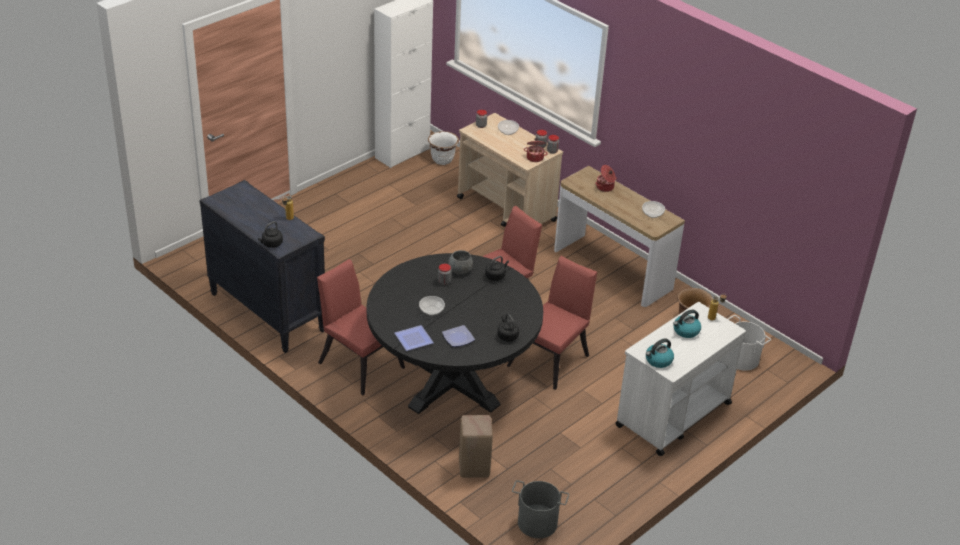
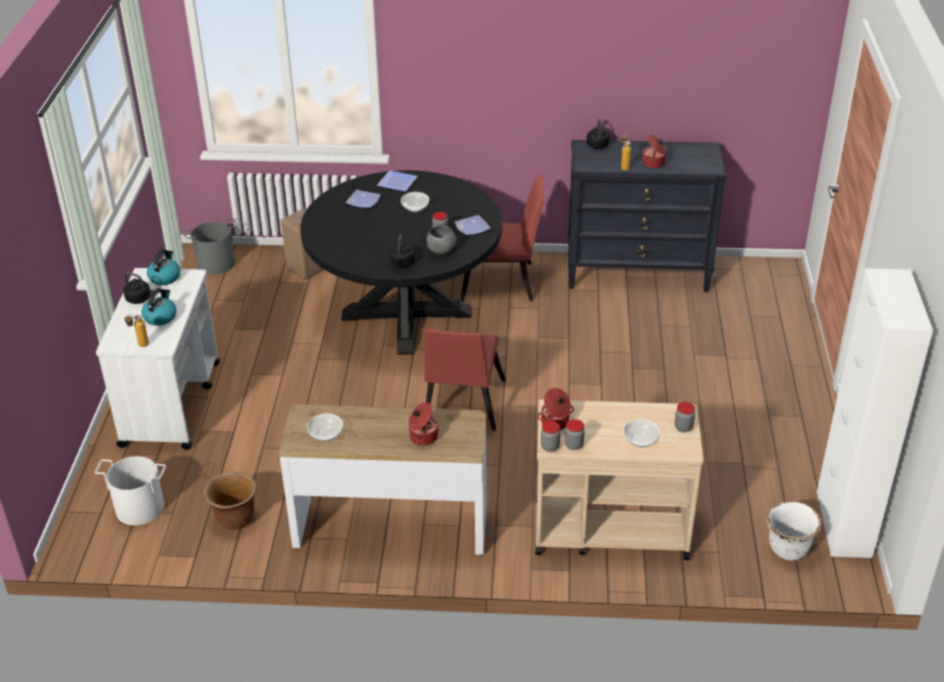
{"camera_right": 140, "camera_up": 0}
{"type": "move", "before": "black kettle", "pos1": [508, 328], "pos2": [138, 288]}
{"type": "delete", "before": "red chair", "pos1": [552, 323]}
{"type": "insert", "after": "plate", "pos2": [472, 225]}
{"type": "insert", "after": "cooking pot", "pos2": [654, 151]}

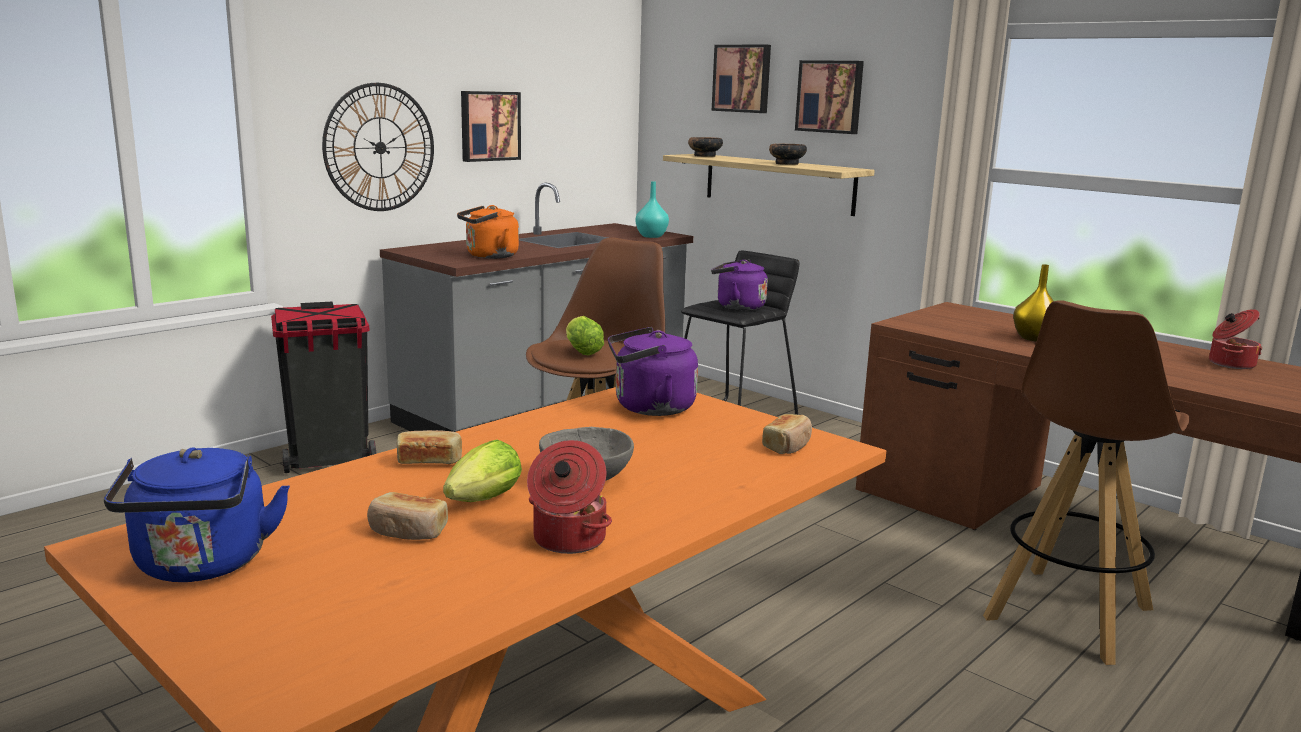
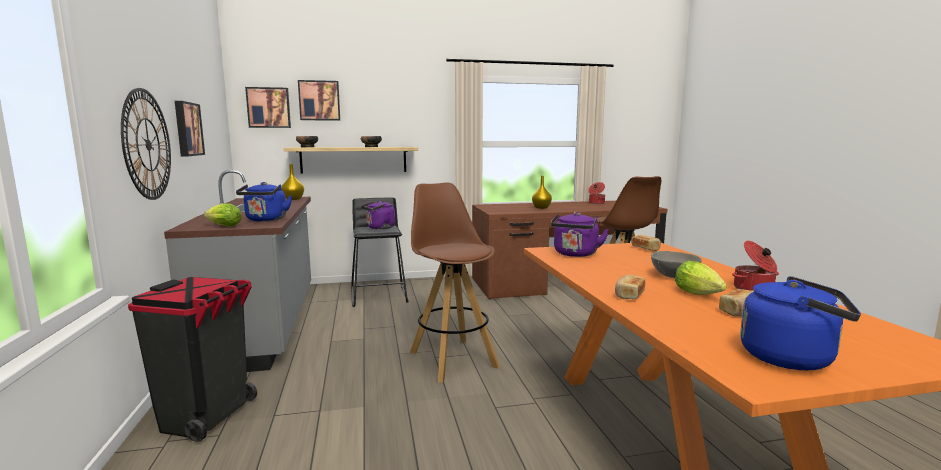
{"camera_right": -55, "camera_up": -5}
{"type": "recolor", "before": "orange kettle", "after": "blue kettle", "pos1": [488, 232], "pos2": [264, 201]}
{"type": "move", "before": "lettuce", "pos1": [585, 335], "pos2": [223, 214]}
{"type": "recolor", "before": "turquoise vase", "after": "yellow vase", "pos1": [652, 209], "pos2": [292, 182]}
{"type": "move", "before": "picture", "pos1": [829, 97], "pos2": [268, 107]}

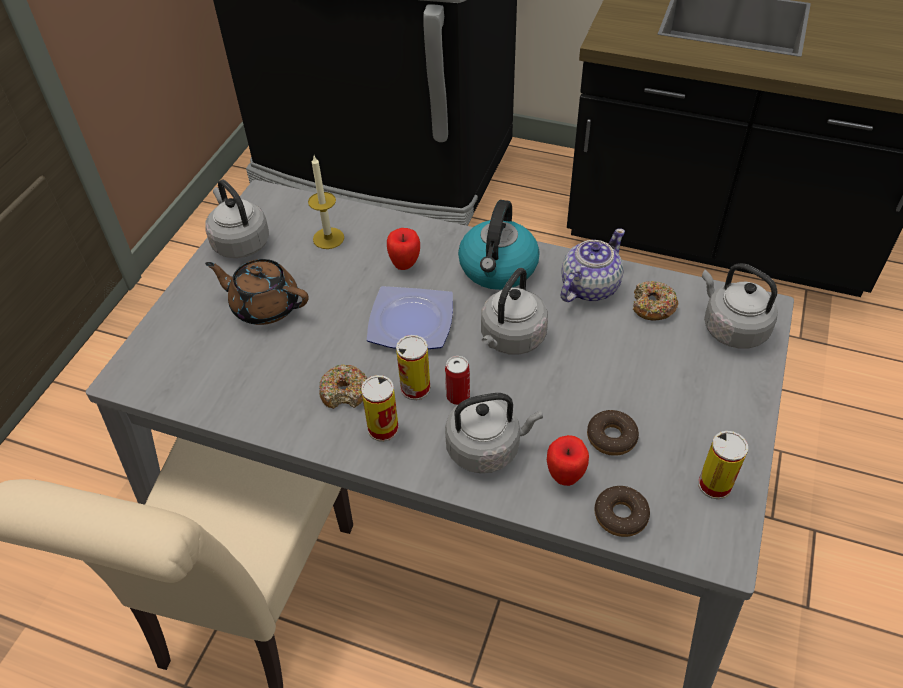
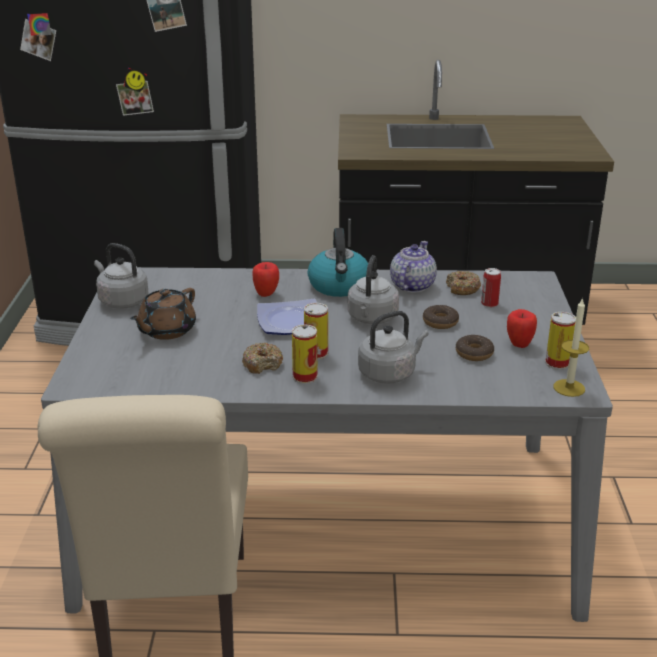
{"camera_right": -20, "camera_up": -20}
{"type": "rotate", "before": "brown teapot", "pos1": [257, 292], "pos2": [163, 314], "turn": -60}
{"type": "move", "before": "candle", "pos1": [326, 202], "pos2": [571, 347]}
{"type": "move", "before": "can", "pos1": [457, 380], "pos2": [491, 288]}
{"type": "move", "before": "apple", "pos1": [568, 460], "pos2": [522, 328]}
{"type": "move", "before": "donut", "pos1": [622, 511], "pos2": [441, 317]}
{"type": "delete", "before": "grey kettle", "pos1": [740, 306]}

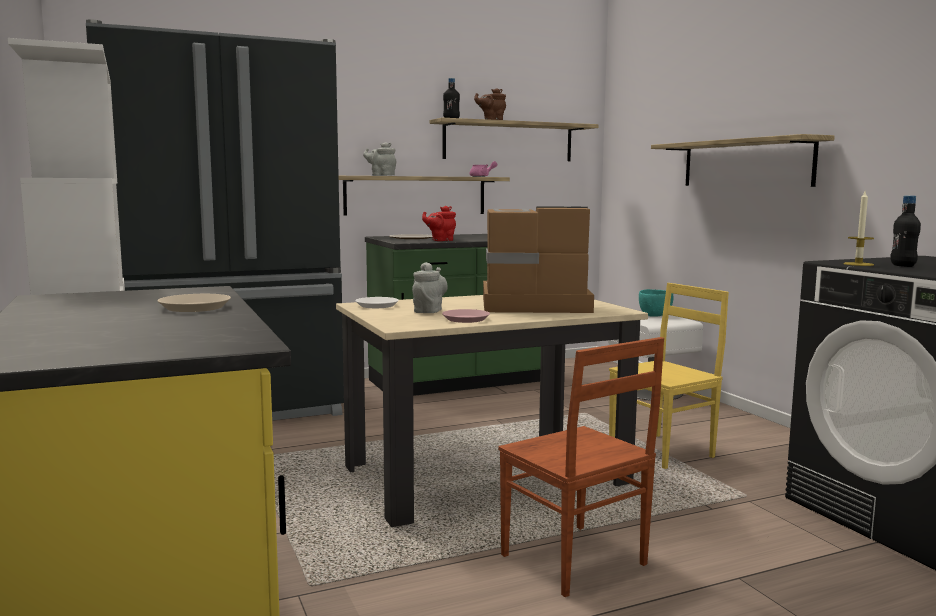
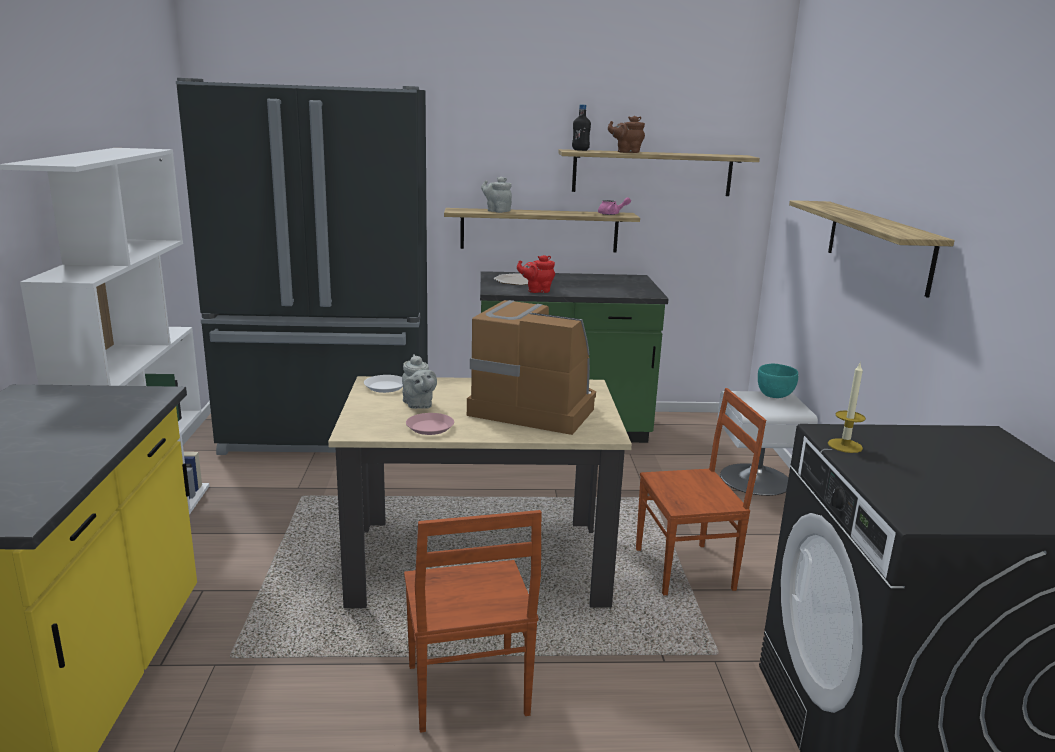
{"camera_right": 20, "camera_up": 10}
{"type": "delete", "before": "beige plate", "pos1": [194, 303]}
{"type": "rotate", "before": "grey teapot", "pos1": [430, 287], "pos2": [419, 381], "turn": 120}
{"type": "recolor", "before": "yellow chair", "after": "brown chair", "pos1": [669, 376], "pos2": [701, 491]}
{"type": "delete", "before": "black bottle", "pos1": [906, 231]}

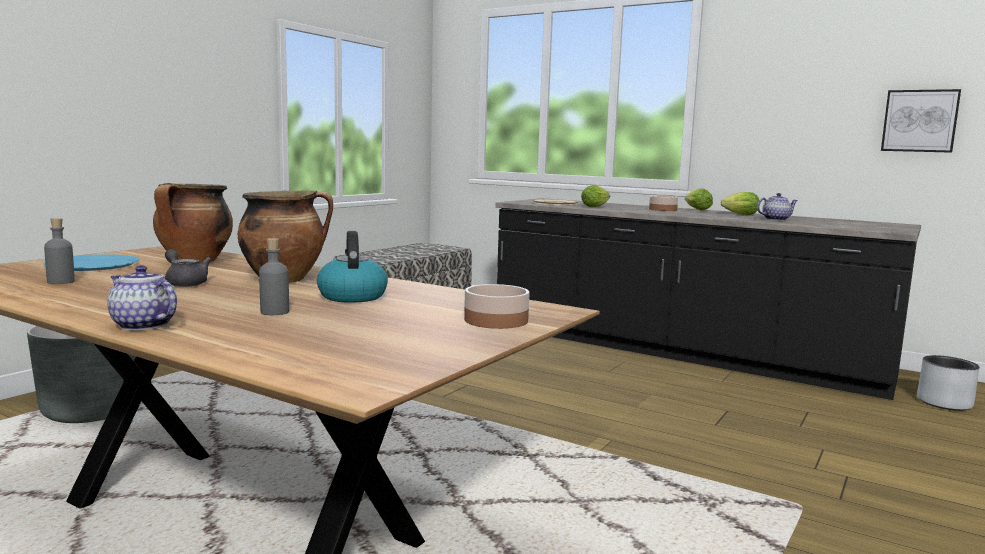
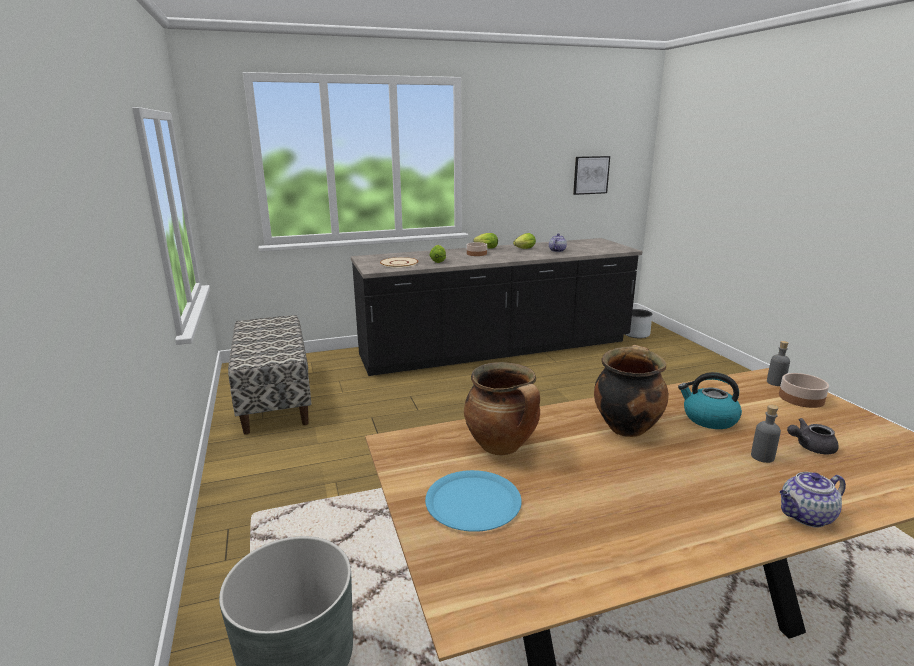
{"camera_right": -50, "camera_up": 10}
{"type": "move", "before": "grey bottle", "pos1": [59, 251], "pos2": [778, 363]}
{"type": "move", "before": "grey teapot", "pos1": [188, 268], "pos2": [813, 436]}

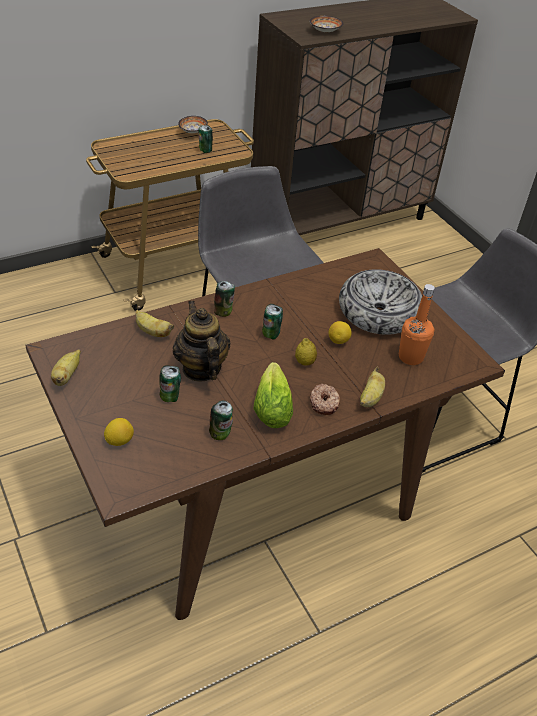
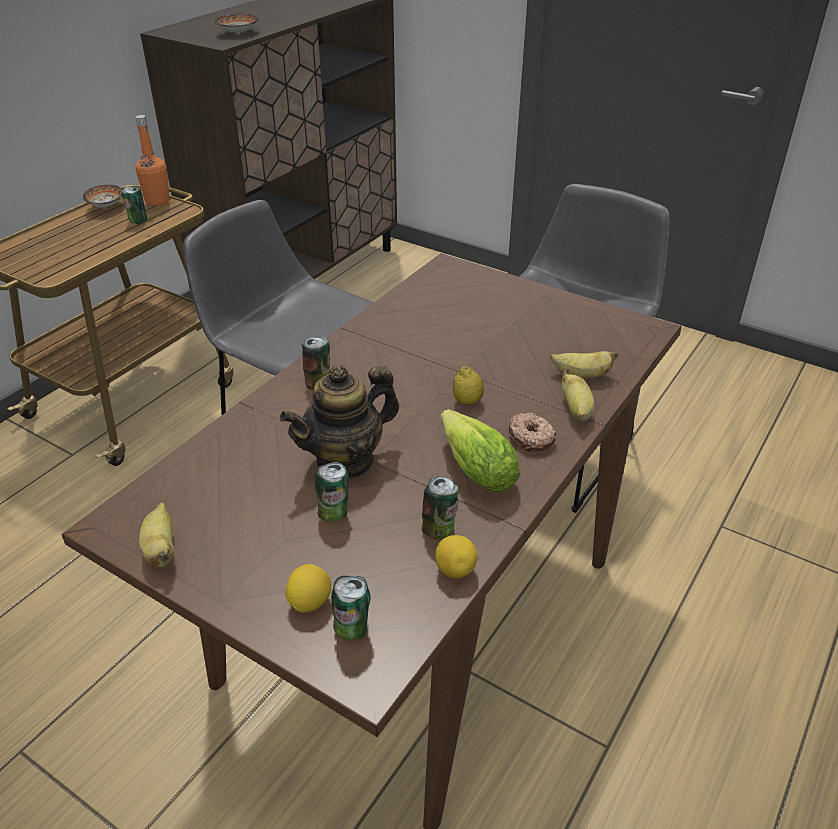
{"camera_right": -25, "camera_up": -5}
{"type": "move", "before": "banana", "pos1": [155, 323], "pos2": [584, 364]}
{"type": "rotate", "before": "teapot", "pos1": [201, 340], "pos2": [339, 422], "turn": -75}
{"type": "move", "before": "can", "pos1": [272, 322], "pos2": [351, 608]}
{"type": "move", "before": "lemon", "pos1": [340, 332], "pos2": [456, 556]}
{"type": "delete", "before": "bowl", "pos1": [380, 302]}
{"type": "move", "before": "orange bottle", "pos1": [417, 324], "pos2": [152, 160]}

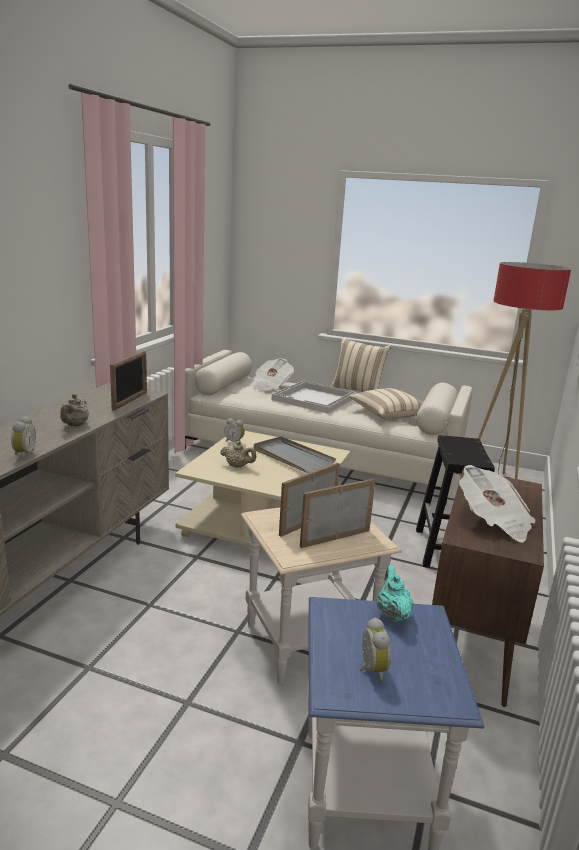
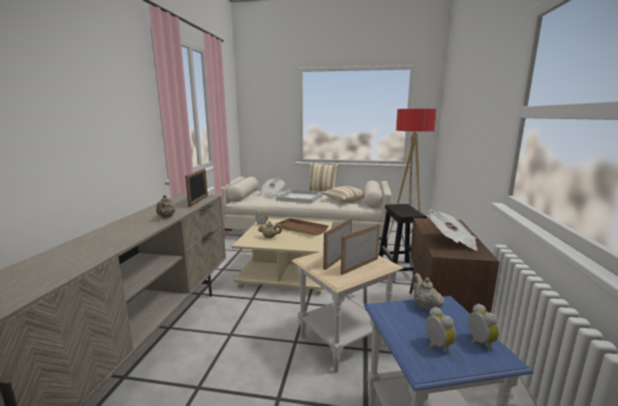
{"camera_right": -10, "camera_up": -5}
{"type": "move", "before": "alarm clock", "pos1": [23, 438], "pos2": [483, 327]}
{"type": "recolor", "before": "grey tray", "after": "brown tray", "pos1": [295, 454], "pos2": [302, 227]}
{"type": "recolor", "before": "turquoise teapot", "after": "beige teapot", "pos1": [395, 593], "pos2": [428, 292]}

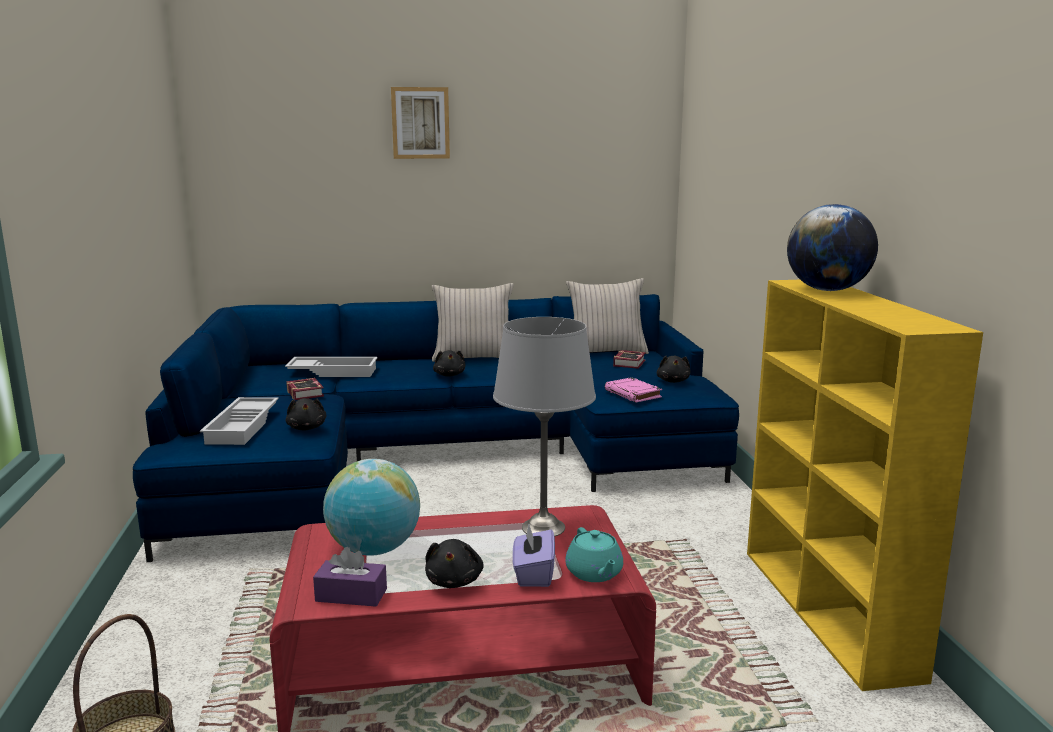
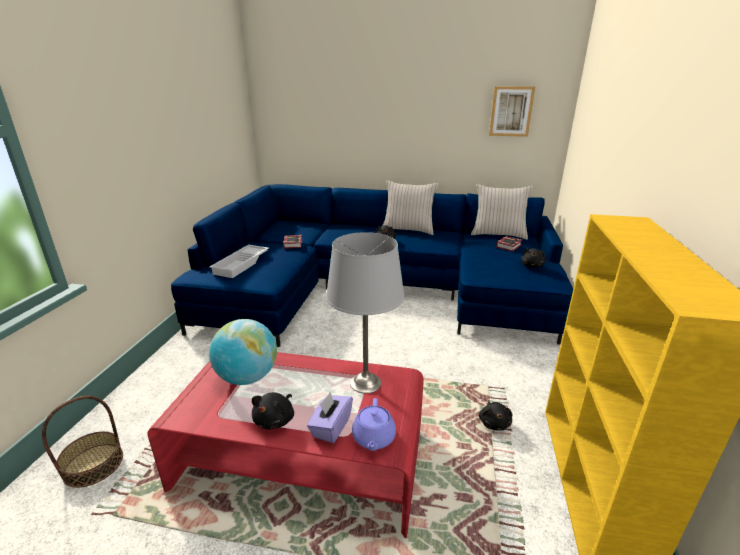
{"camera_right": 20, "camera_up": 10}
{"type": "delete", "before": "white tray", "pos1": [331, 367]}
{"type": "move", "before": "black plush toy", "pos1": [306, 414], "pos2": [496, 416]}
{"type": "delete", "before": "purple tissue box", "pos1": [350, 577]}
{"type": "move", "before": "picture", "pos1": [420, 123], "pos2": [512, 111]}
{"type": "recolor", "before": "turquoise teapot", "after": "purple teapot", "pos1": [594, 554], "pos2": [374, 424]}
{"type": "delete", "before": "pink book", "pos1": [633, 389]}
{"type": "delete", "before": "globe", "pos1": [832, 247]}

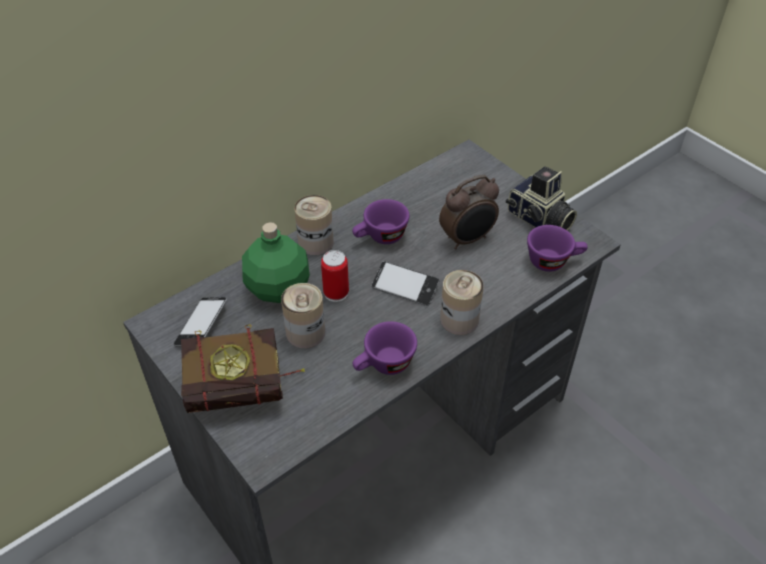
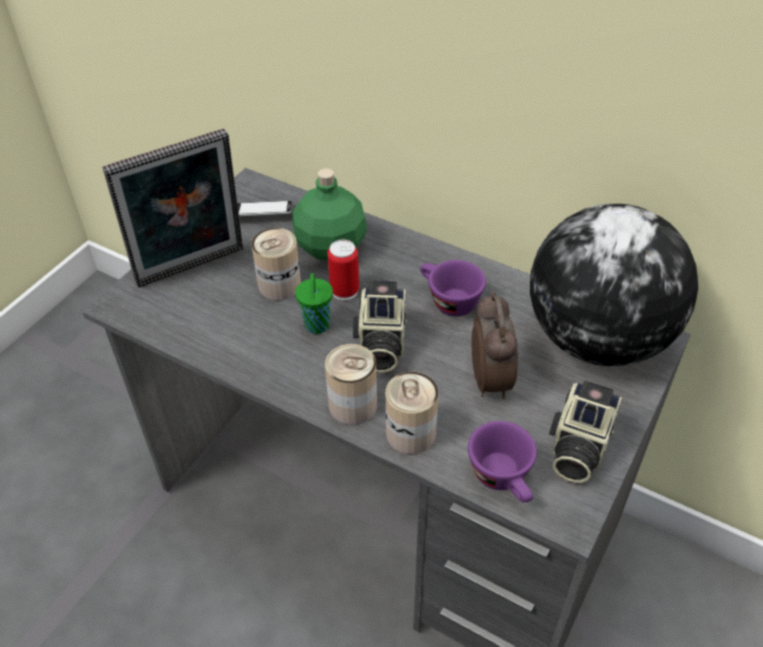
{"camera_right": 70, "camera_up": 0}
{"type": "replace", "before": "book", "after": "picture frame", "pos1": [243, 368], "pos2": [172, 208]}
{"type": "move", "before": "can", "pos1": [314, 225], "pos2": [412, 413]}
{"type": "delete", "before": "purple cup", "pos1": [385, 348]}
{"type": "replace", "before": "phone", "after": "photo camera", "pos1": [405, 283], "pos2": [380, 327]}
{"type": "rotate", "before": "alarm clock", "pos1": [469, 212], "pos2": [495, 345], "turn": -135}
{"type": "insert", "after": "green cup", "pos2": [314, 303]}
{"type": "insert", "after": "globe", "pos2": [614, 285]}

